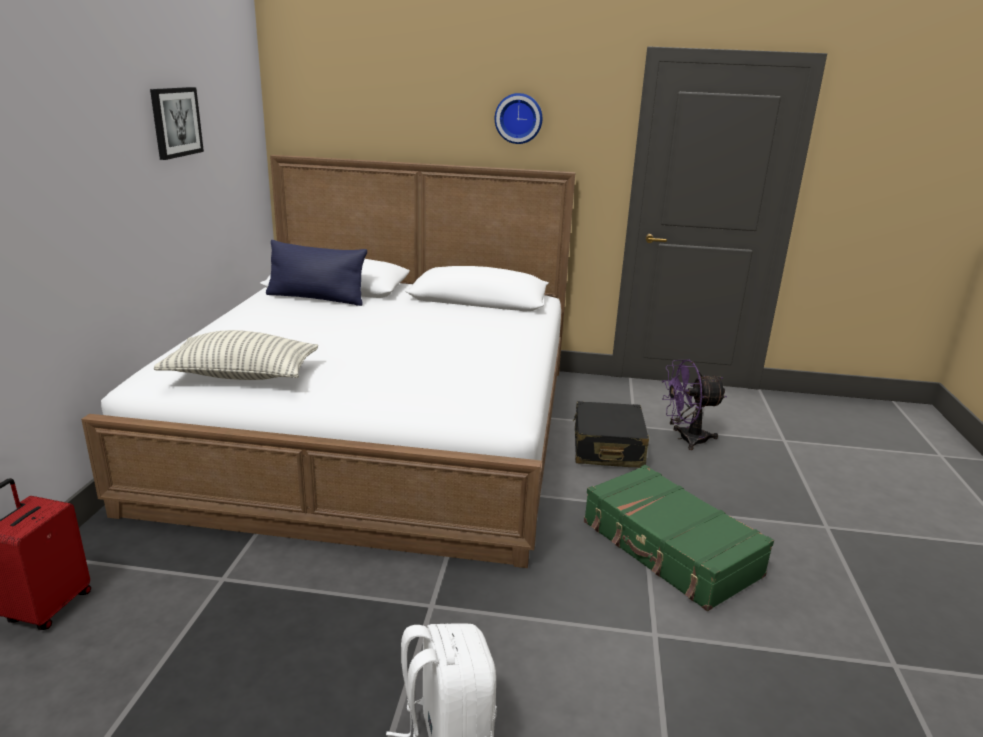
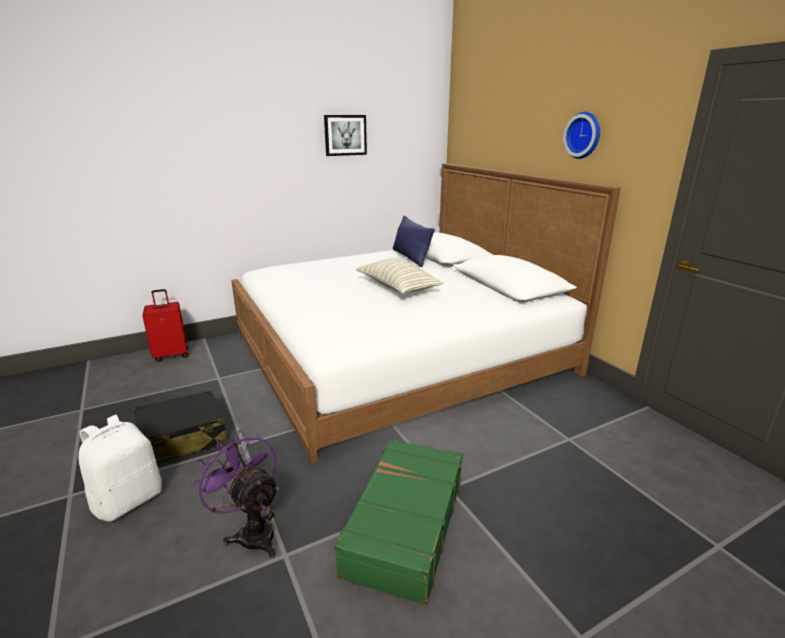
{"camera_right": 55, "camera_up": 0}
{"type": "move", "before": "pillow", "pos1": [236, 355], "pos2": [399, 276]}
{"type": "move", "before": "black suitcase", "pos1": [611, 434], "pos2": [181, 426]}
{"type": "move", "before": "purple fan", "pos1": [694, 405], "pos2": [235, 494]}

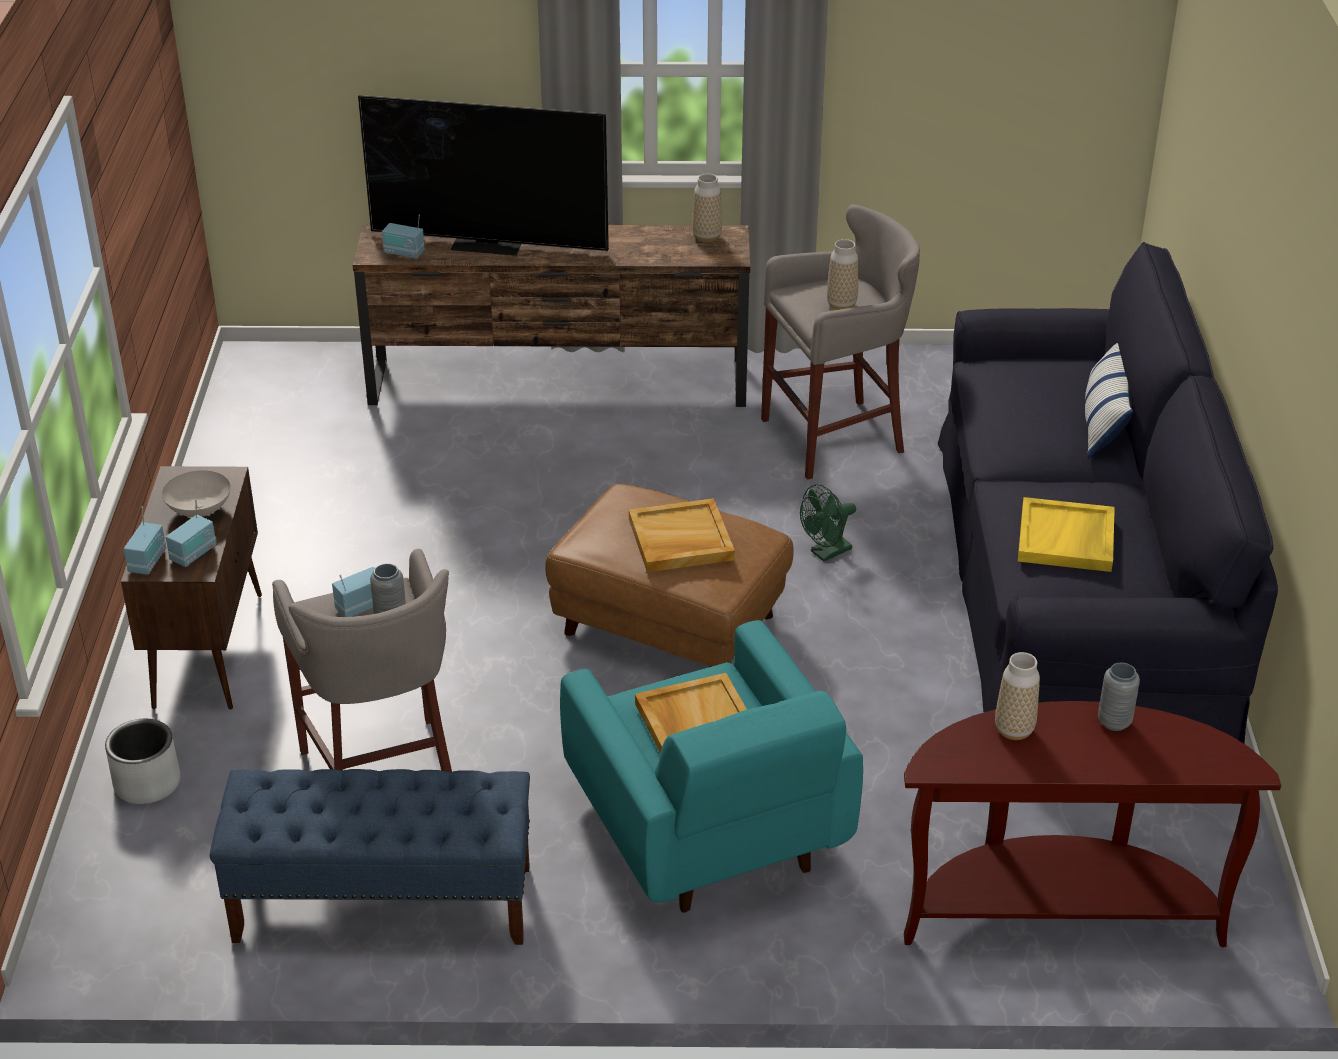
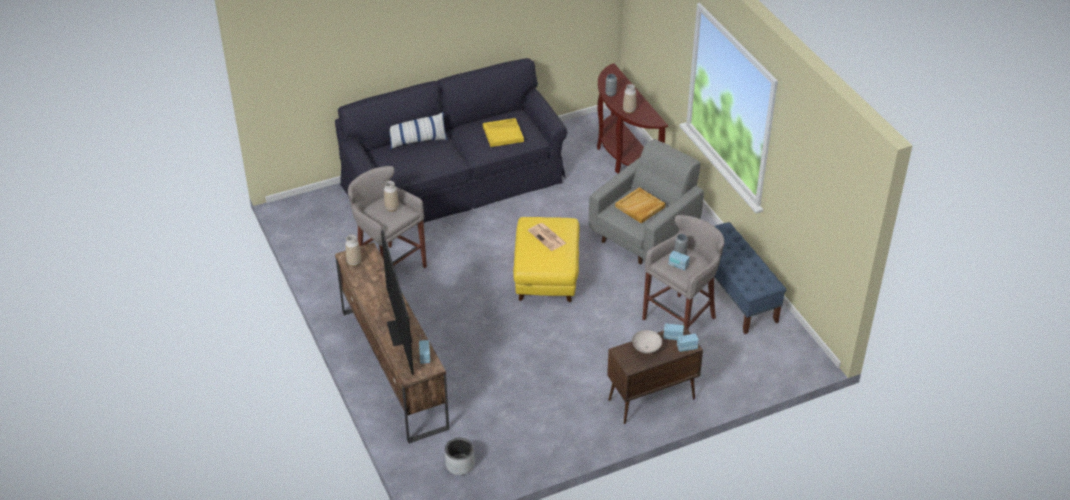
{"camera_right": -115, "camera_up": 5}
{"type": "move", "before": "grey planter", "pos1": [142, 761], "pos2": [460, 456]}
{"type": "recolor", "before": "brown ottoman", "after": "yellow ottoman", "pos1": [669, 575], "pos2": [546, 259]}
{"type": "recolor", "before": "turquoise armchair", "after": "grey armchair", "pos1": [711, 766], "pos2": [646, 201]}
{"type": "replace", "before": "beige tray", "after": "newspaper", "pos1": [682, 535], "pos2": [547, 237]}
{"type": "delete", "before": "green fan", "pos1": [828, 523]}

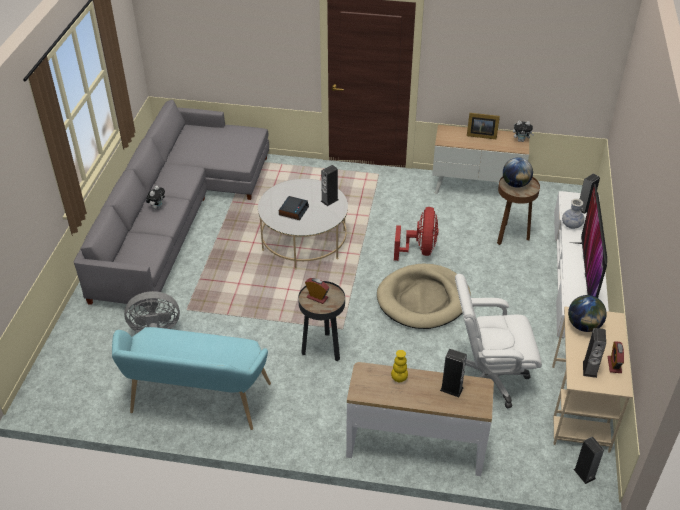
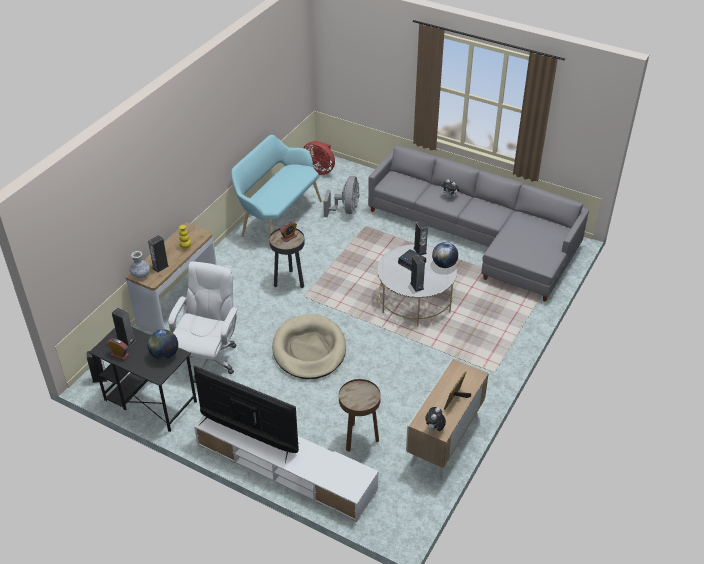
{"camera_right": 110, "camera_up": 0}
{"type": "move", "before": "red fan", "pos1": [416, 234], "pos2": [319, 158]}
{"type": "move", "before": "globe", "pos1": [518, 172], "pos2": [445, 255]}
{"type": "recolor", "before": "beige desk", "after": "black desk", "pos1": [592, 379], "pos2": [143, 379]}
{"type": "move", "before": "vase", "pos1": [573, 214], "pos2": [140, 265]}
{"type": "move", "before": "speaker", "pos1": [590, 193], "pos2": [421, 237]}

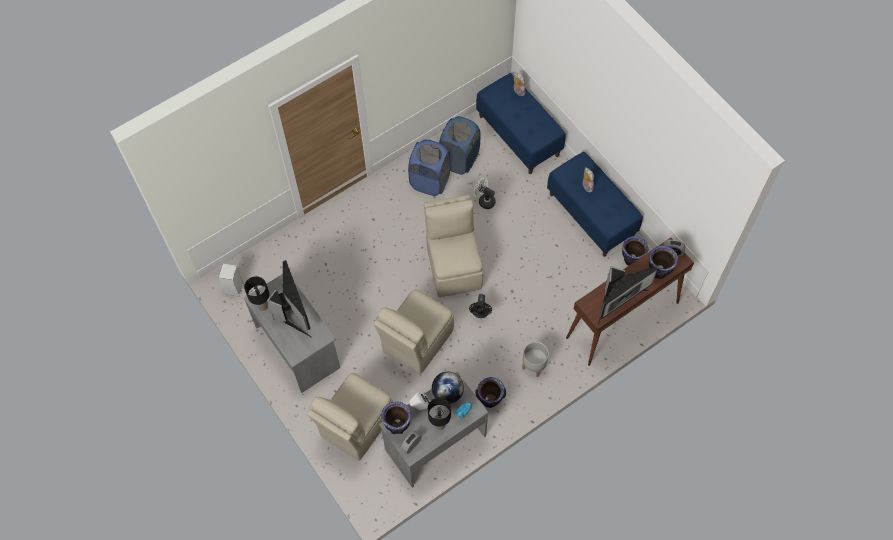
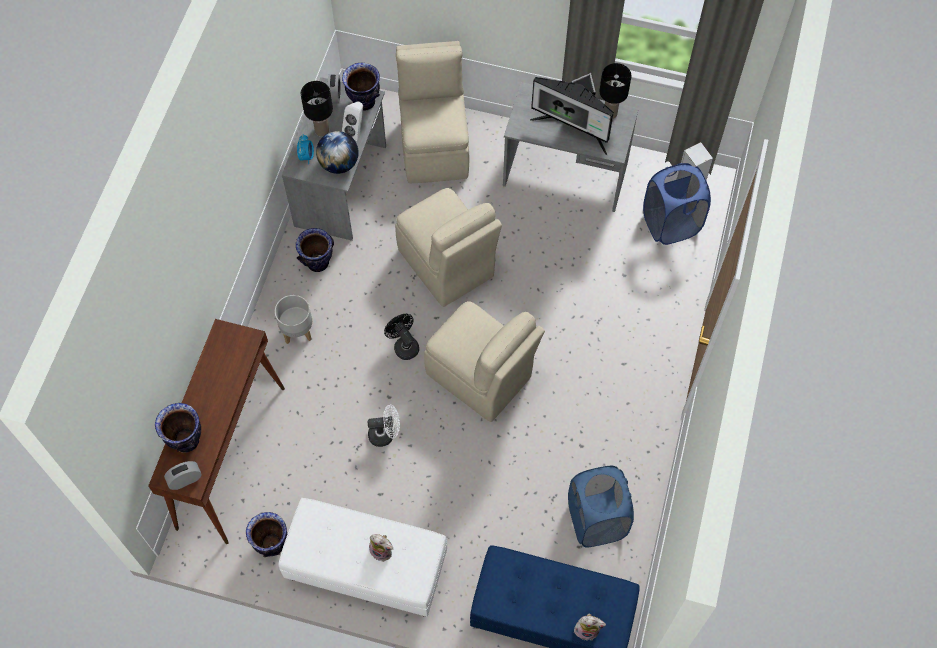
{"camera_right": 140, "camera_up": 0}
{"type": "rotate", "before": "beige chair", "pos1": [414, 332], "pos2": [448, 247], "turn": 150}
{"type": "move", "before": "blue laundry basket", "pos1": [429, 168], "pos2": [677, 204]}
{"type": "move", "before": "white fan", "pos1": [484, 193], "pos2": [384, 426]}
{"type": "recolor", "before": "blue bench", "after": "white bench", "pos1": [595, 204], "pos2": [362, 557]}
{"type": "delete", "before": "monitor", "pos1": [627, 296]}

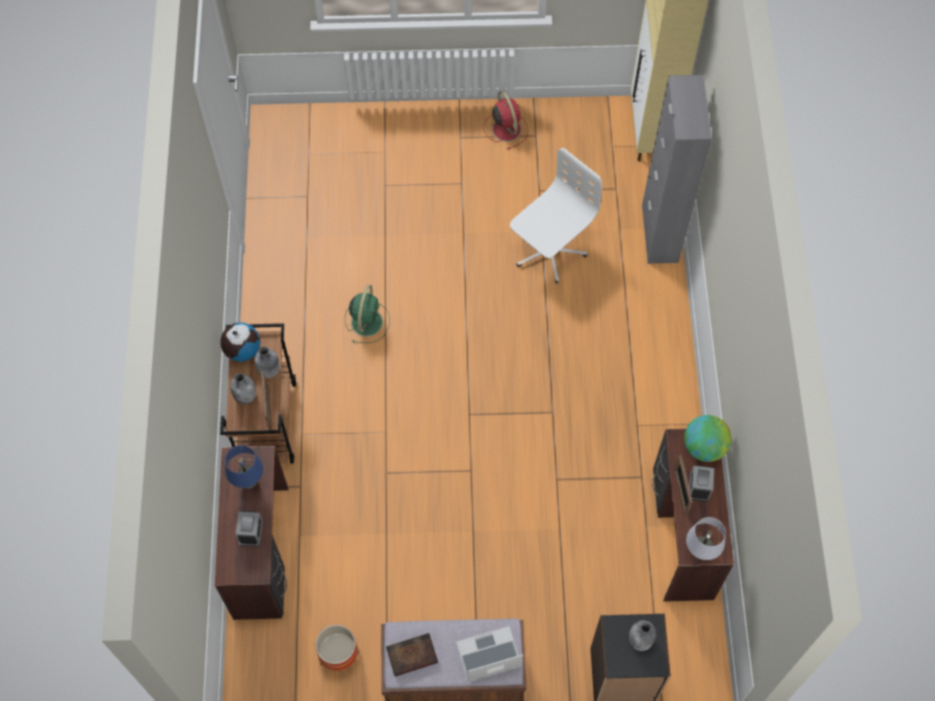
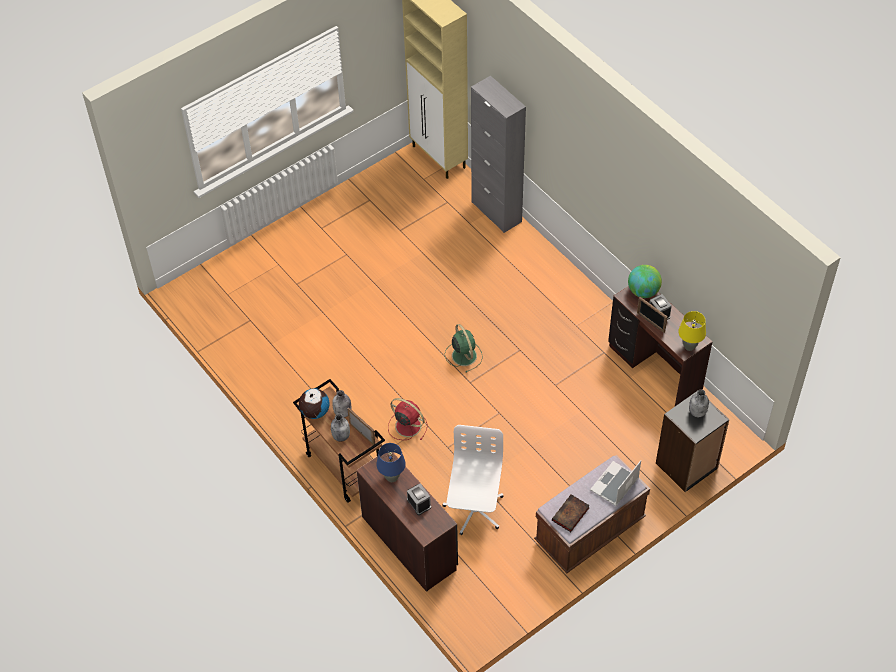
{"camera_right": -35, "camera_up": -10}
{"type": "delete", "before": "planter", "pos1": [337, 651]}
{"type": "move", "before": "green fan", "pos1": [367, 314], "pos2": [464, 348]}
{"type": "move", "before": "red fan", "pos1": [505, 120], "pos2": [408, 419]}
{"type": "move", "before": "white office chair", "pos1": [556, 215], "pos2": [473, 480]}
{"type": "recolor", "before": "grey table lamp", "after": "yellow table lamp", "pos1": [706, 538], "pos2": [692, 331]}

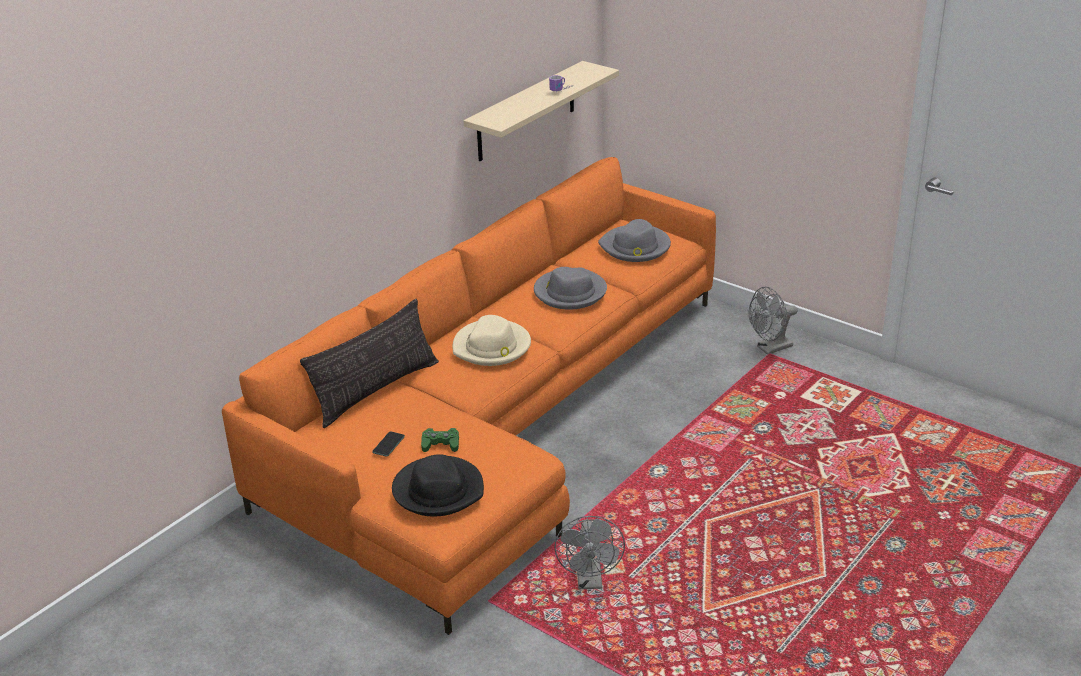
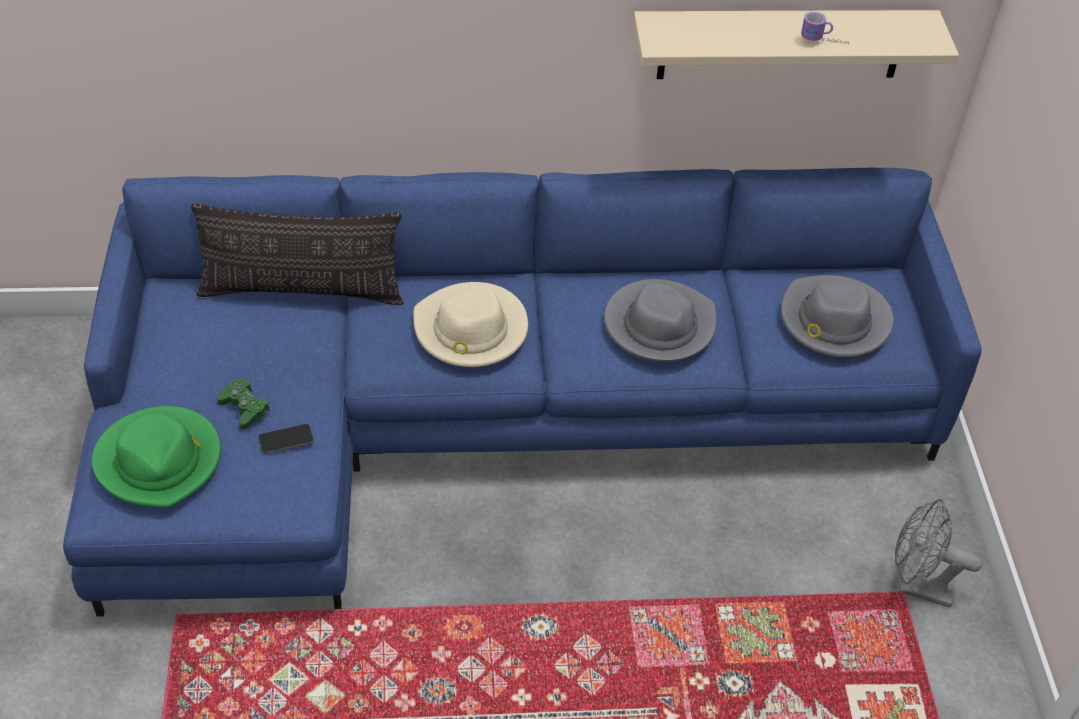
{"camera_right": 45, "camera_up": 15}
{"type": "recolor", "before": "orange sofa", "after": "blue sofa", "pos1": [469, 396], "pos2": [522, 392]}
{"type": "move", "before": "phone", "pos1": [388, 444], "pos2": [286, 439]}
{"type": "recolor", "before": "black hat", "after": "green hat", "pos1": [438, 485], "pos2": [156, 457]}
{"type": "delete", "before": "grey fan", "pos1": [590, 552]}

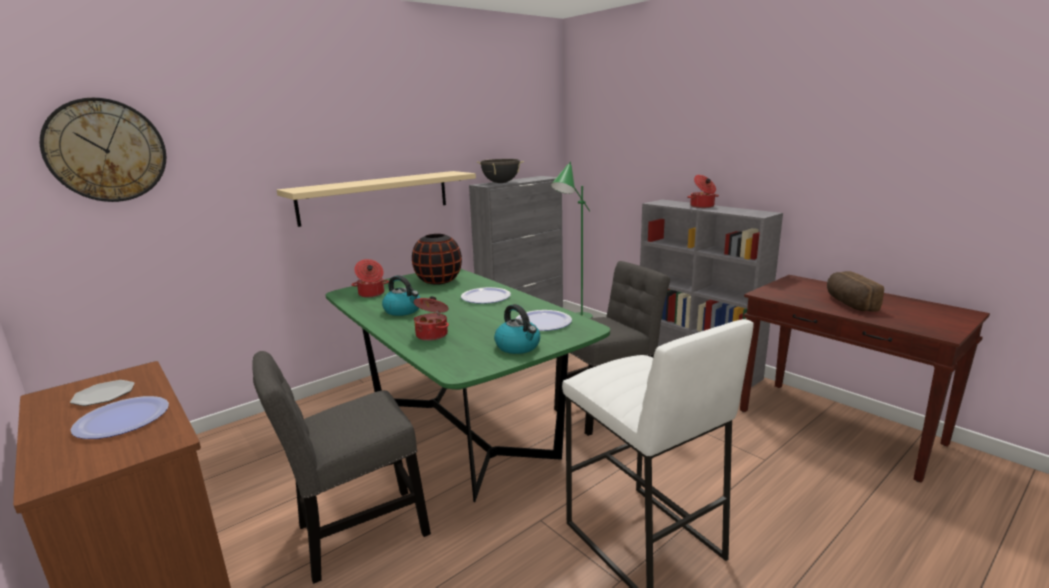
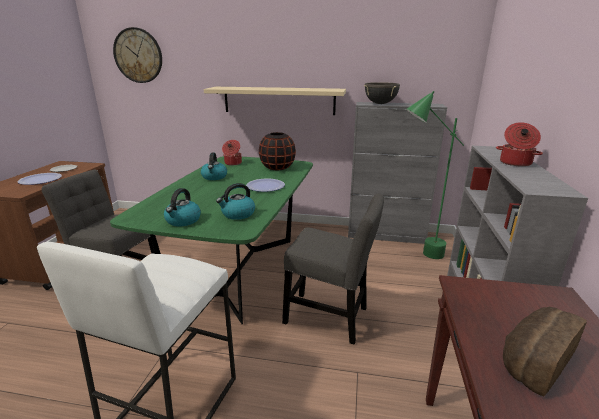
{"camera_right": 50, "camera_up": 5}
{"type": "delete", "before": "cooking pot", "pos1": [431, 318]}
{"type": "replace", "before": "plate", "after": "kettle", "pos1": [543, 320], "pos2": [235, 201]}

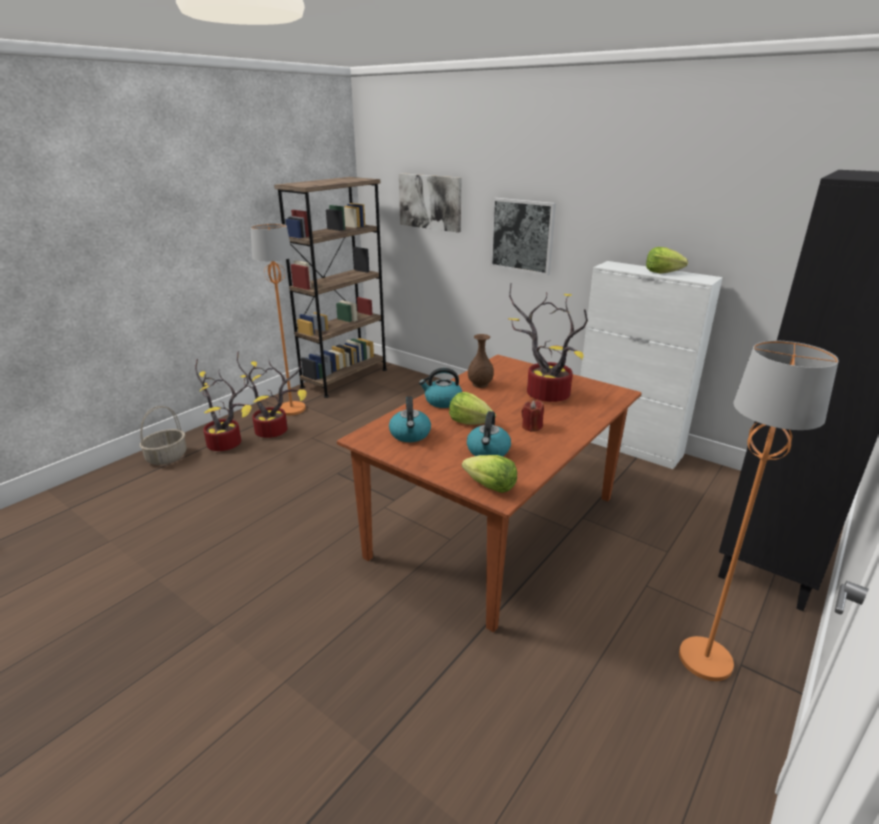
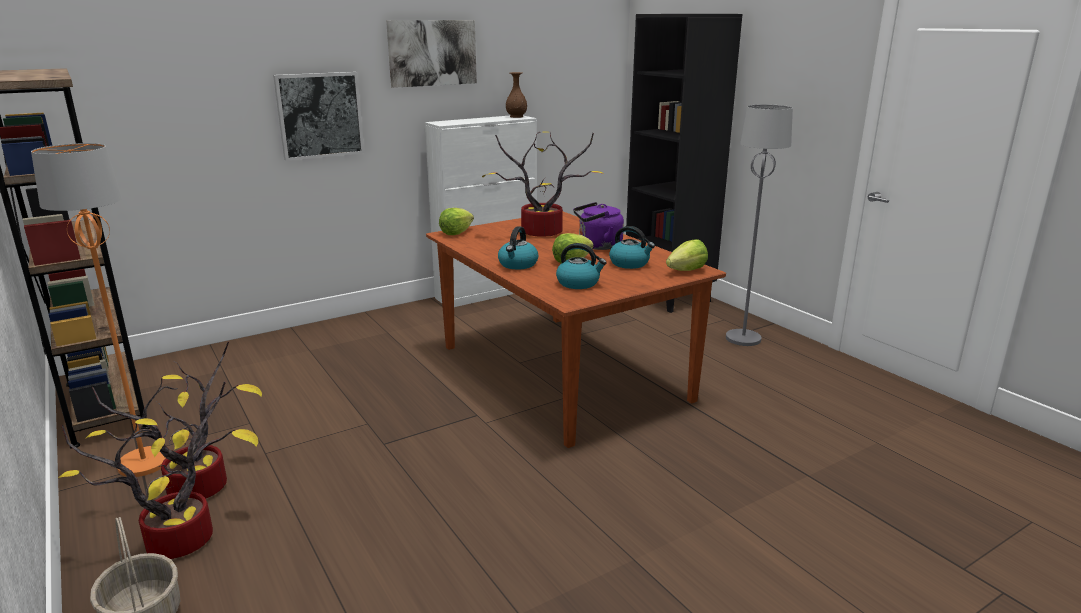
{"camera_right": -70, "camera_up": -5}
{"type": "move", "before": "picture", "pos1": [430, 203], "pos2": [431, 54]}
{"type": "move", "before": "brown vase", "pos1": [481, 361], "pos2": [516, 95]}
{"type": "replace", "before": "red candle", "after": "purple kettle", "pos1": [532, 416], "pos2": [598, 226]}
{"type": "move", "before": "lettuce", "pos1": [667, 260], "pos2": [456, 221]}
{"type": "recolor", "before": "orange floor lamp", "after": "grey floor lamp", "pos1": [759, 511], "pos2": [759, 225]}

